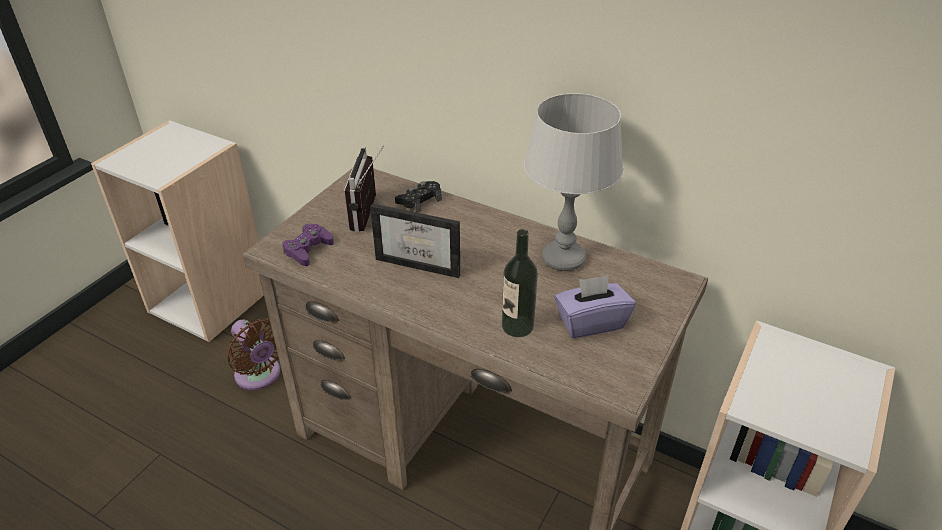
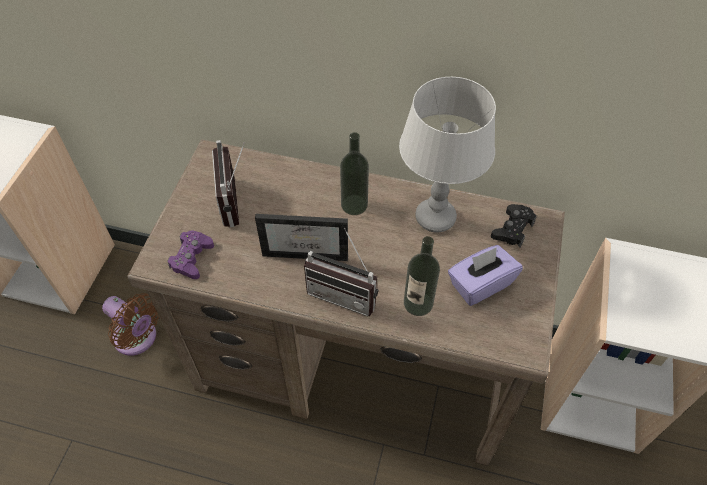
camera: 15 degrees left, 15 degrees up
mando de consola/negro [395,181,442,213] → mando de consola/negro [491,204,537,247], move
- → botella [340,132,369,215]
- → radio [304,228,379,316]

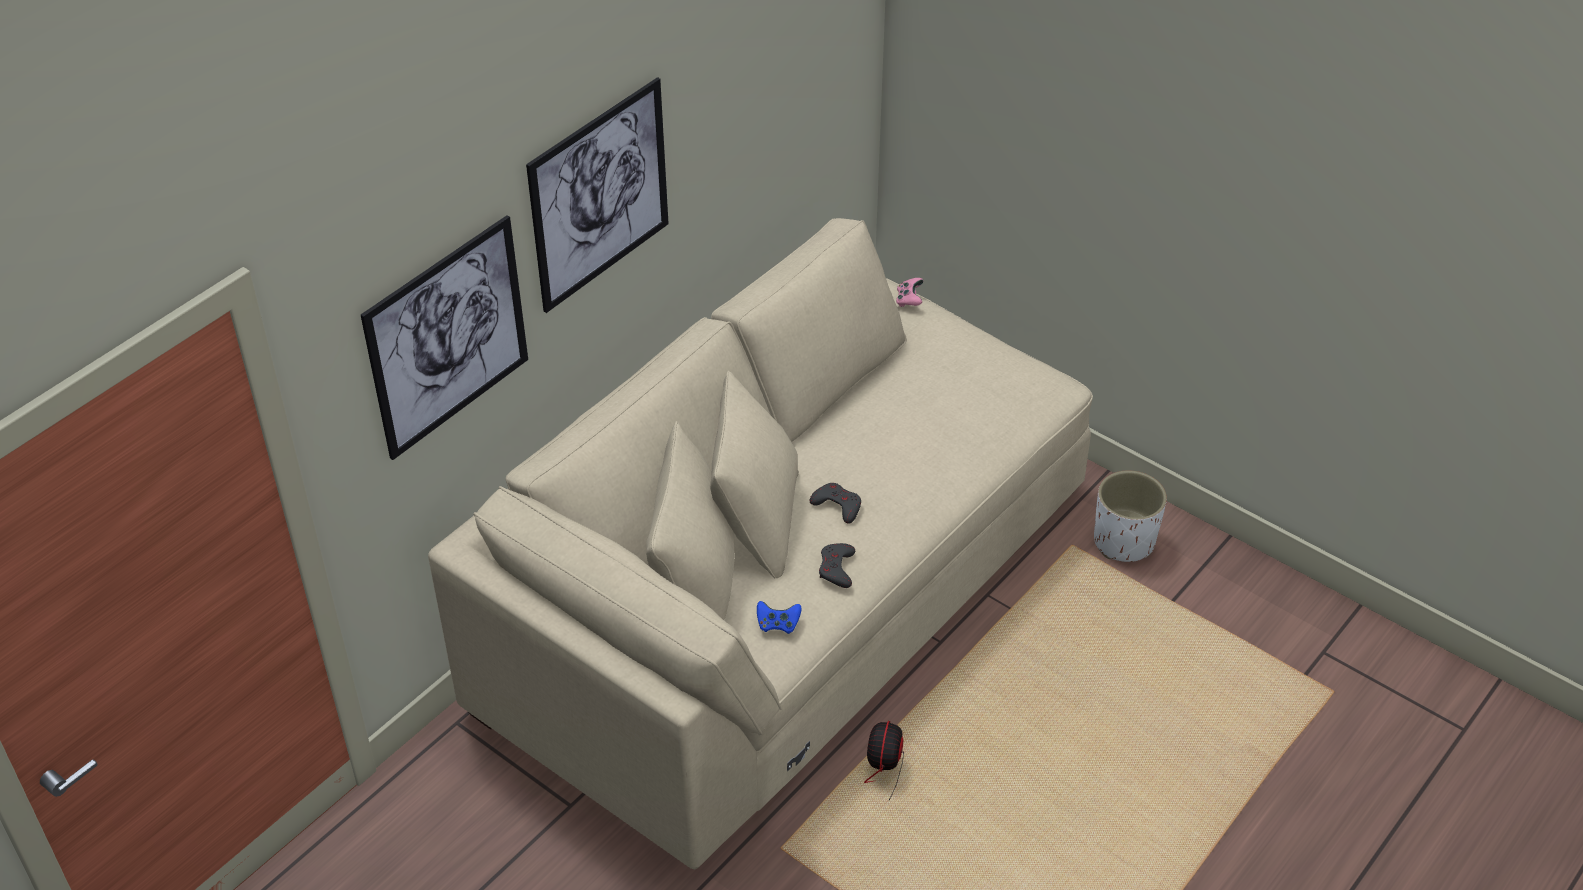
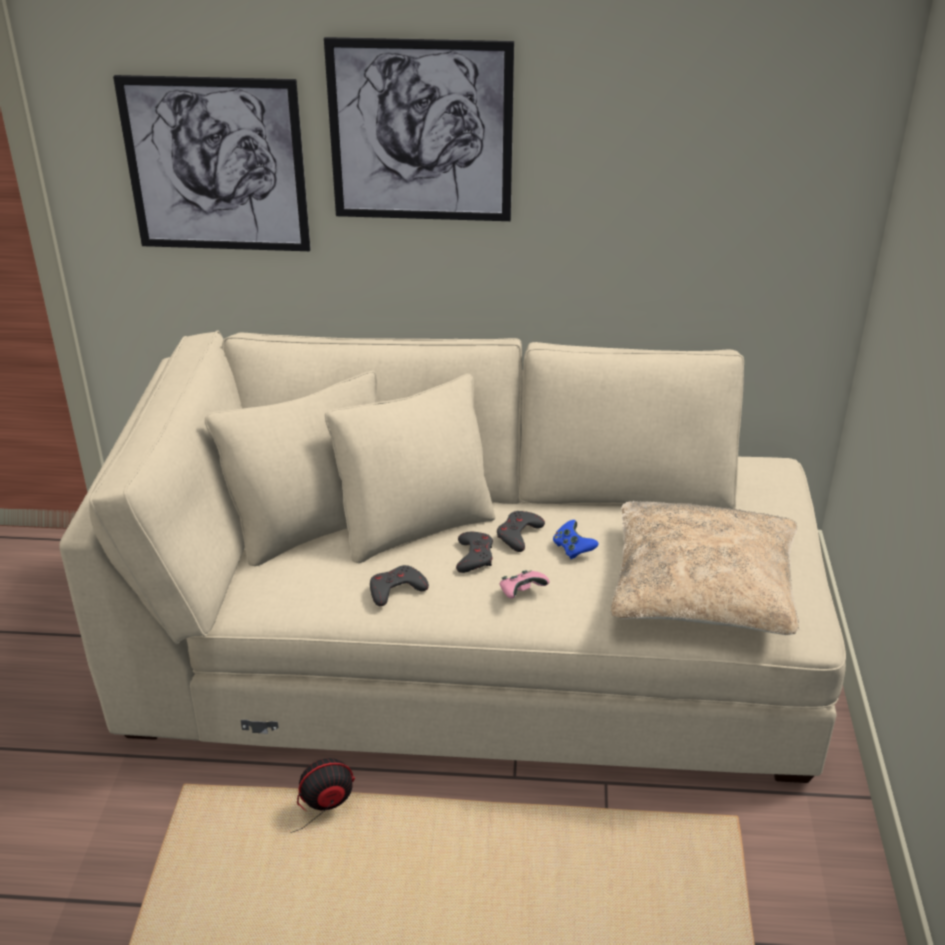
camera: 55 degrees right, 10 degrees down
mando de consola/rosa [896,278,924,307] → mando de consola/rosa [500,570,549,599], move
maceta/blanco [1094,470,1167,562] → -
mando de consola/azul [757,601,801,634] → mando de consola/azul [553,520,599,560], move
- → cojín/beis [611,501,799,636]
- → mando de consola/gris [497,511,545,552]

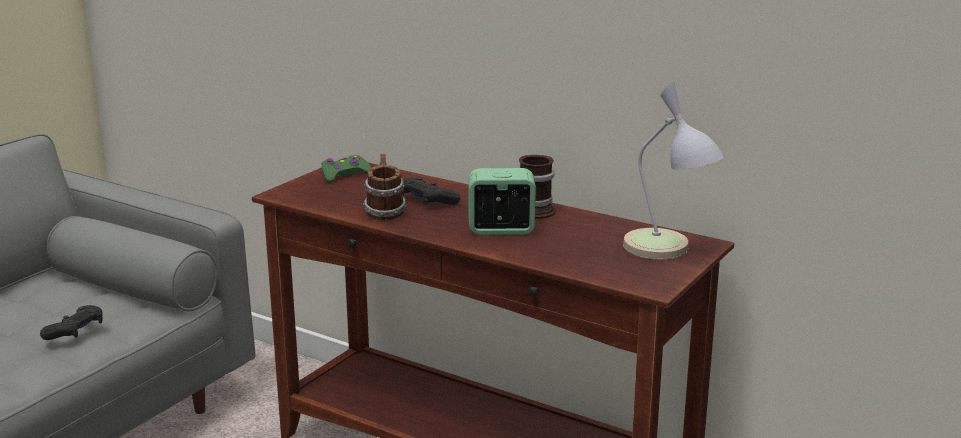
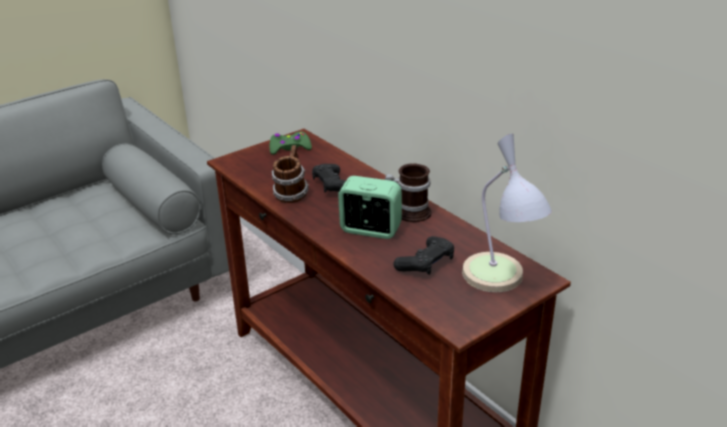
camera: 20 degrees right, 10 degrees up
mando de consola/negro [40,305,103,340] → mando de consola/negro [394,236,454,275], move

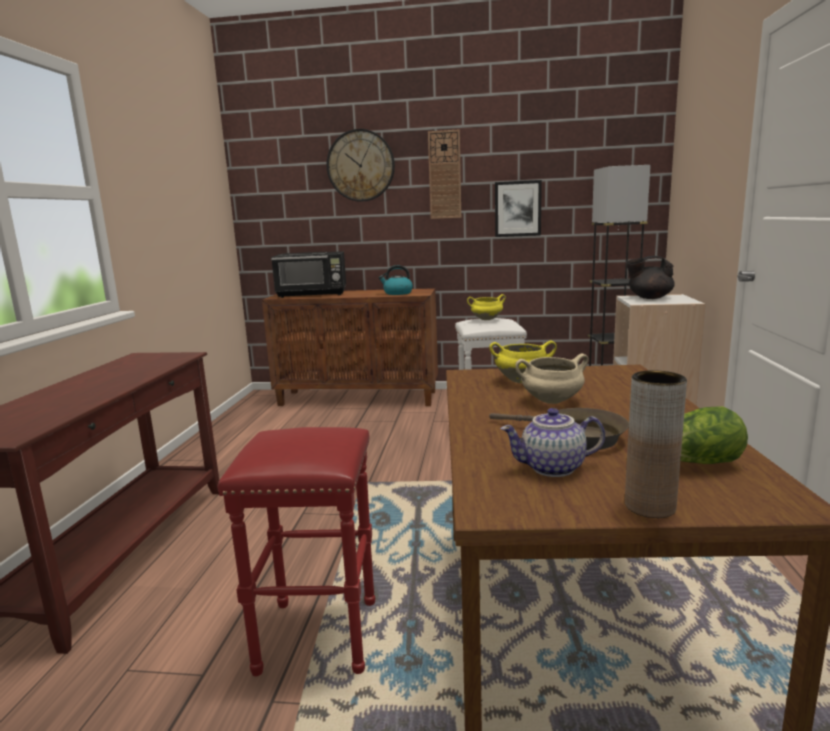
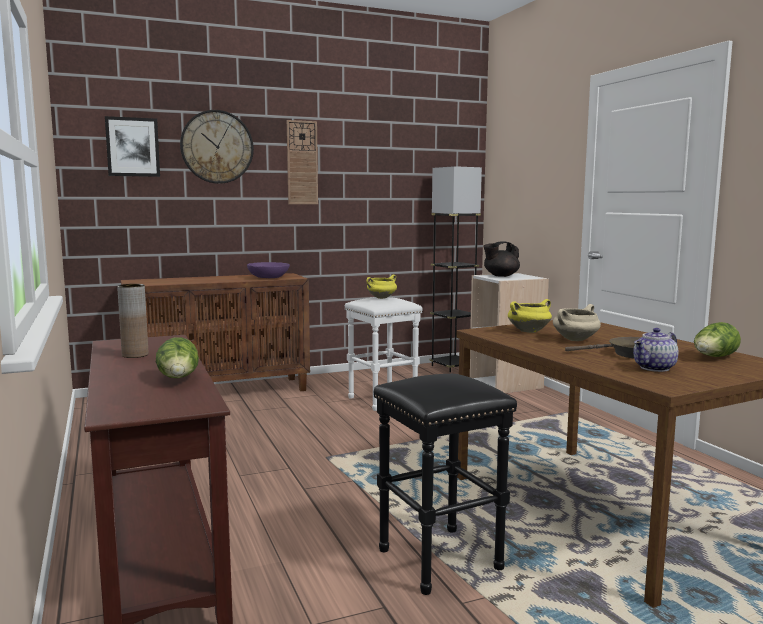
camera: 30 degrees left, 5 degrees down
cuadro [495,180,542,237] → cuadro [105,116,160,177], move
microondas/negro [271,251,346,298] → -
hervidor [379,265,413,295] → cuenco/morado [247,262,290,278]
florero/marrón [625,370,687,518] → florero/marrón [117,284,148,358], move
taburete/rojo [218,427,375,676] → taburete/negro [374,374,517,595]
- → lechuga [156,337,199,378]

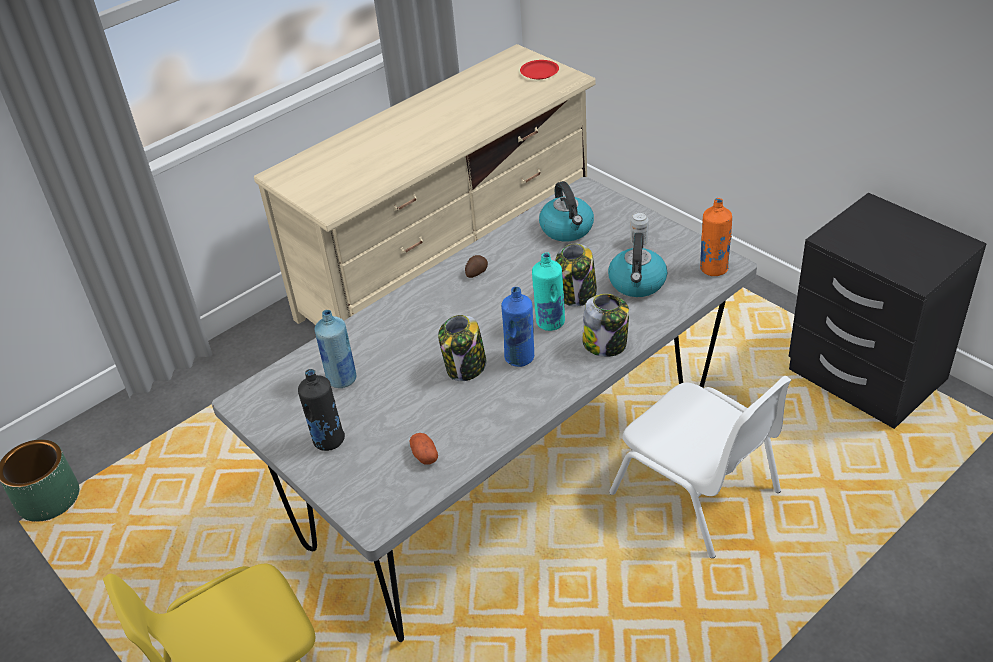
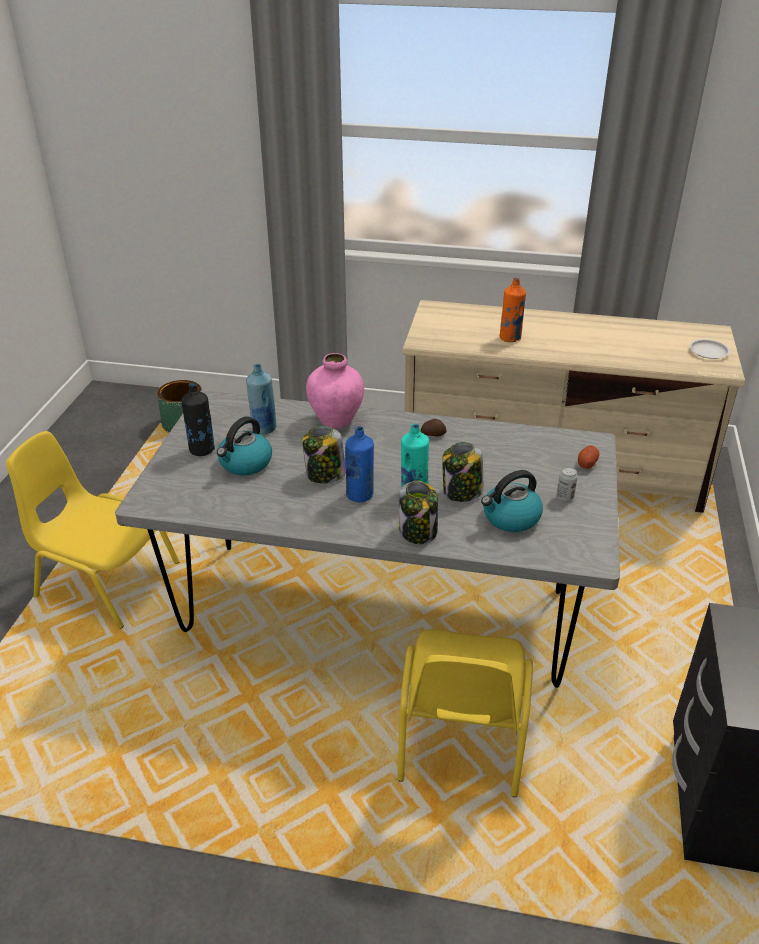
camera: 50 degrees right, 5 degrees down
plato/rojo [520,60,559,79] → plato/blanco [689,339,730,359]
hervidor [539,181,594,242] → hervidor [217,416,272,475], move
botella/naranja [700,198,732,276] → botella/naranja [500,278,526,342], move
silla/blanco [609,376,791,558] → silla/amarillo [397,629,533,797]
patata [410,433,438,465] → patata [578,446,600,469], move
- → florero/rosa [306,353,364,429]

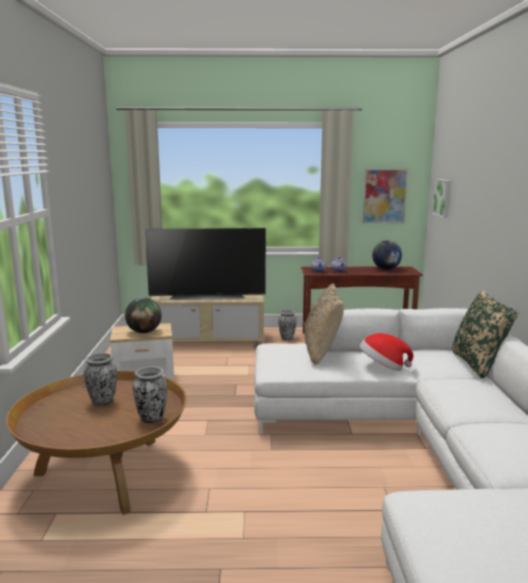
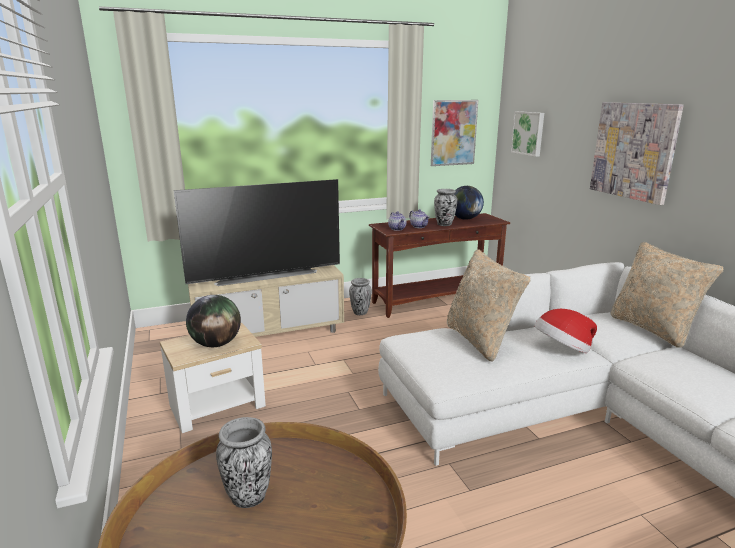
camera: 20 degrees left, 5 degrees up
cojín/verde [452,291,519,378] → cojín/beis [611,242,723,348]
florero [133,366,167,424] → florero [434,189,457,226], move
- → cuadro [590,102,684,205]

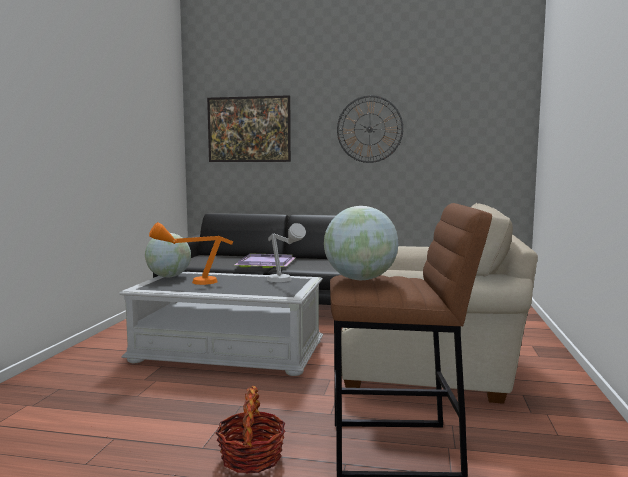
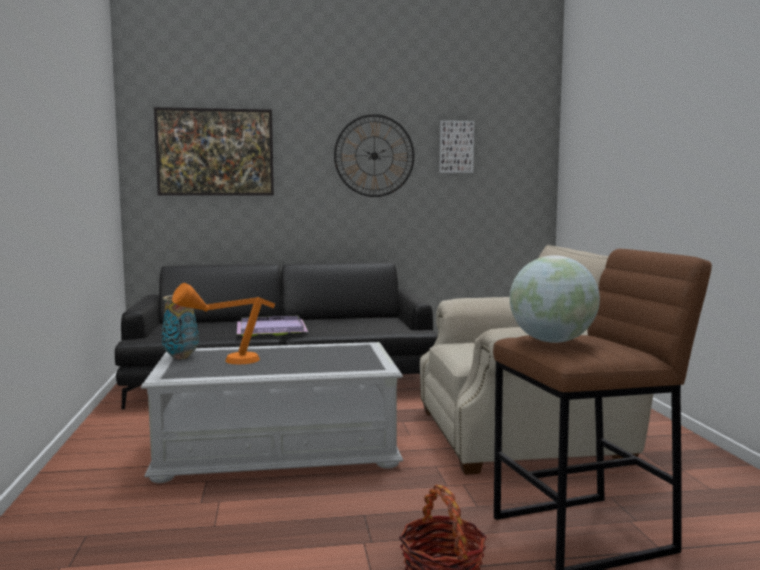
camera: 20 degrees left, 0 degrees up
lámpara de mesa/gris [267,223,306,282] → -
globo terráqueo [145,233,191,277] → florero [162,295,199,359]
- → cuadro [439,120,474,173]

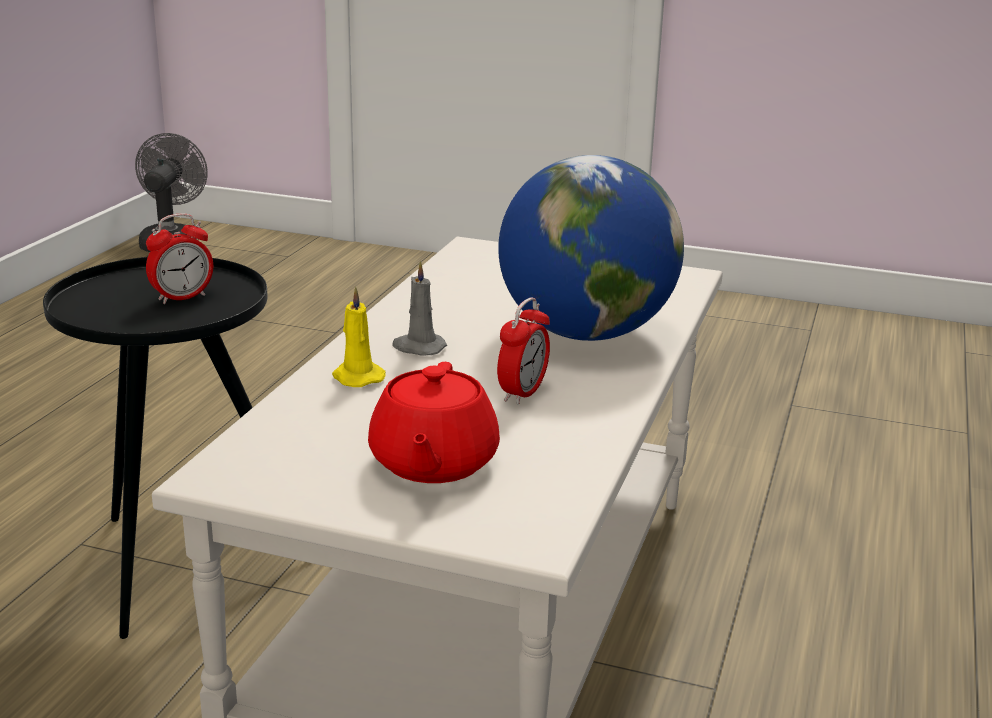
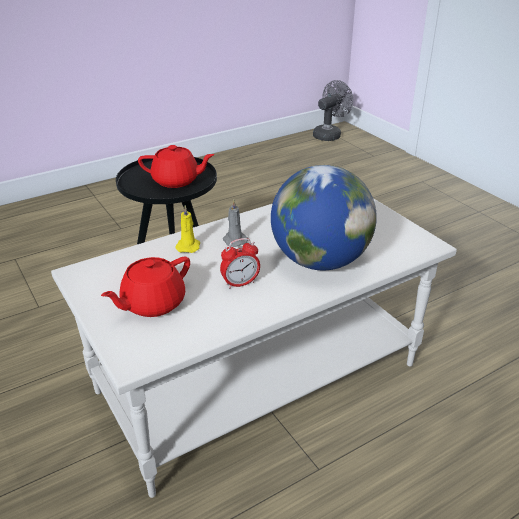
camera: 40 degrees right, 10 degrees up
despertador [146,213,213,304] → tetera/rojo [138,145,214,188]

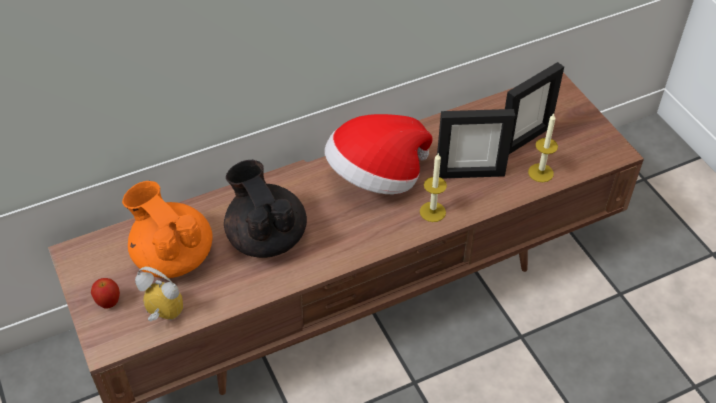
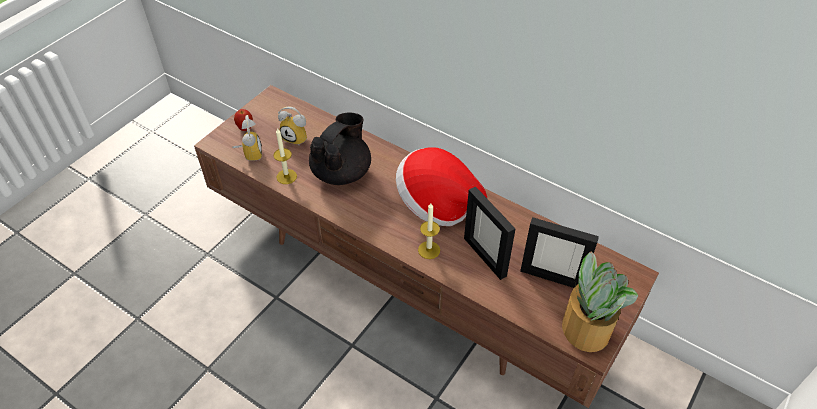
camera: 60 degrees right, 0 degrees up
vela [528,114,558,182] → vela [273,128,297,184], move
tetera/naranja [122,181,213,278] → despertador [278,106,307,145]
- → planta en maceta [562,251,638,352]

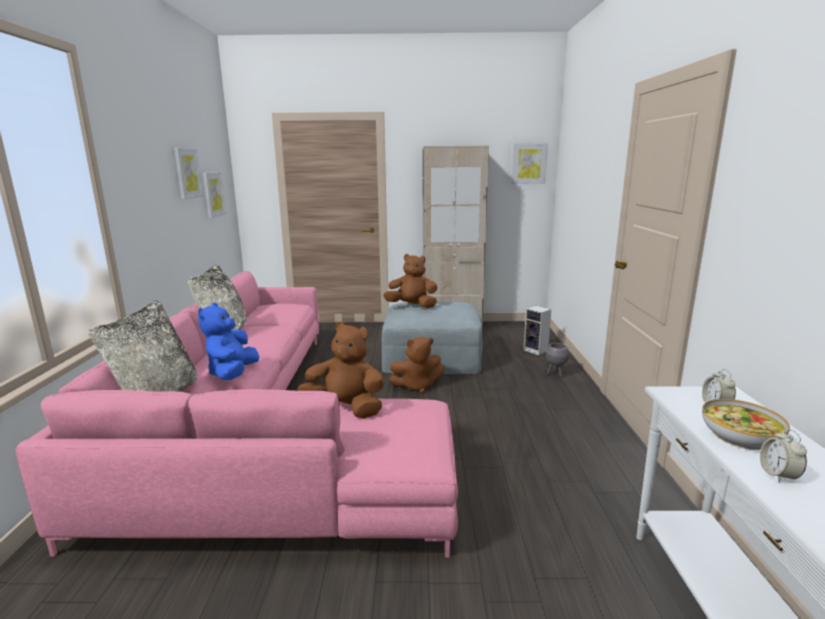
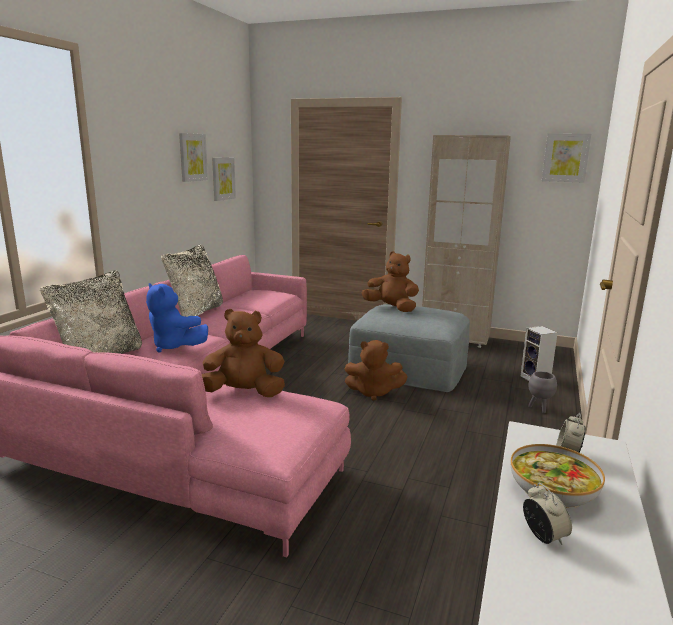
camera: 20 degrees right, 0 degrees up
peluche/azul [198,303,259,380] → peluche/azul [146,283,208,353], 75 degrees counterclockwise
peluche/marrón [297,322,384,418] → peluche/marrón [202,309,285,397], 45 degrees counterclockwise
despertador [760,429,807,483] → despertador [523,483,572,545], 135 degrees clockwise

